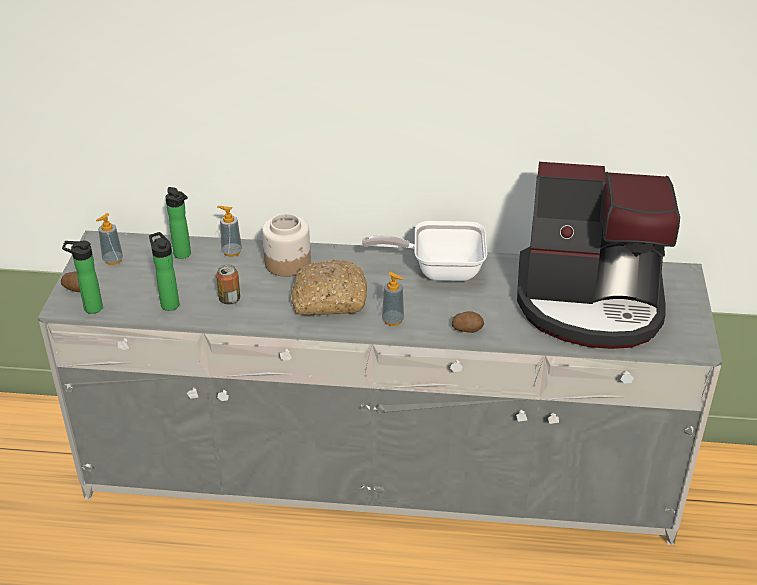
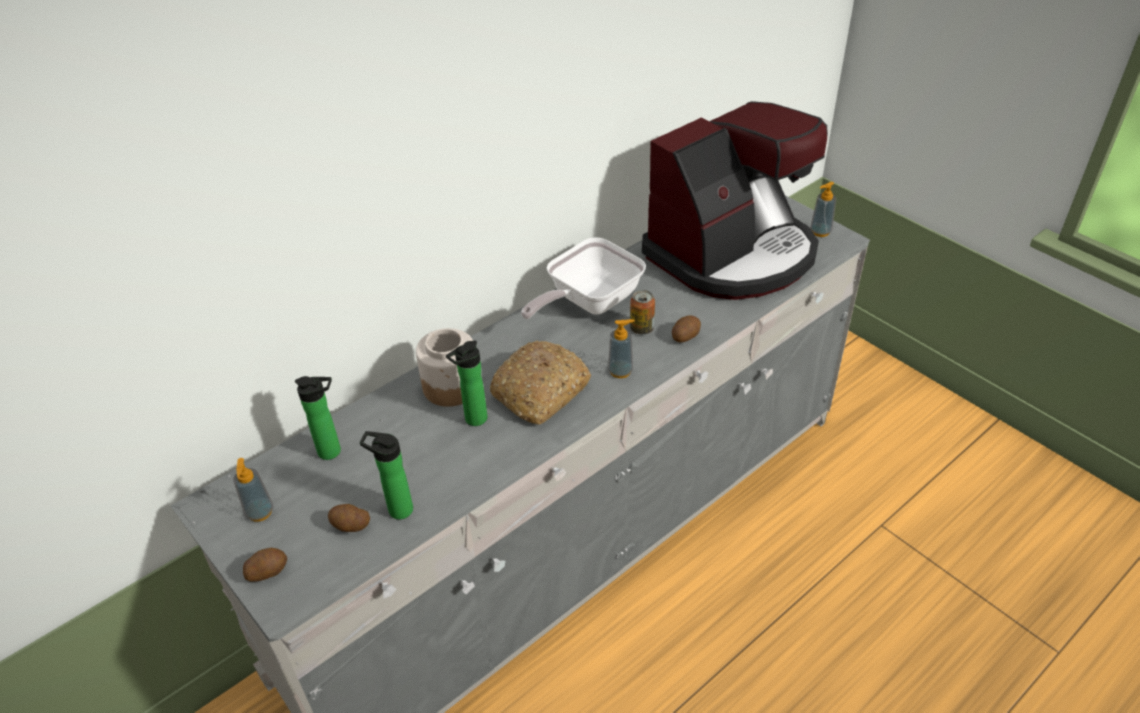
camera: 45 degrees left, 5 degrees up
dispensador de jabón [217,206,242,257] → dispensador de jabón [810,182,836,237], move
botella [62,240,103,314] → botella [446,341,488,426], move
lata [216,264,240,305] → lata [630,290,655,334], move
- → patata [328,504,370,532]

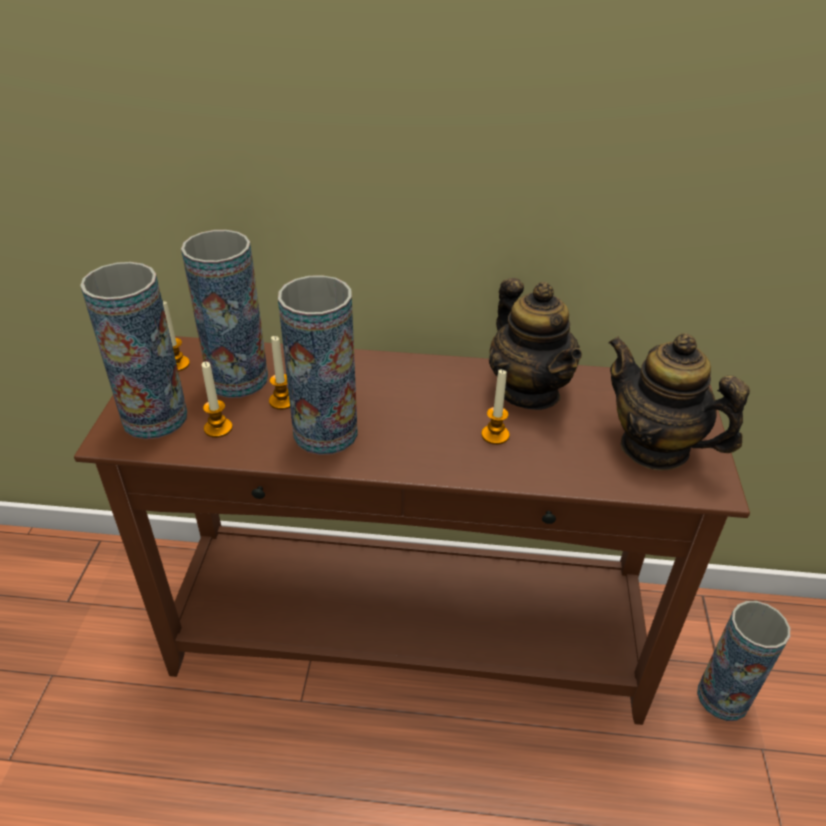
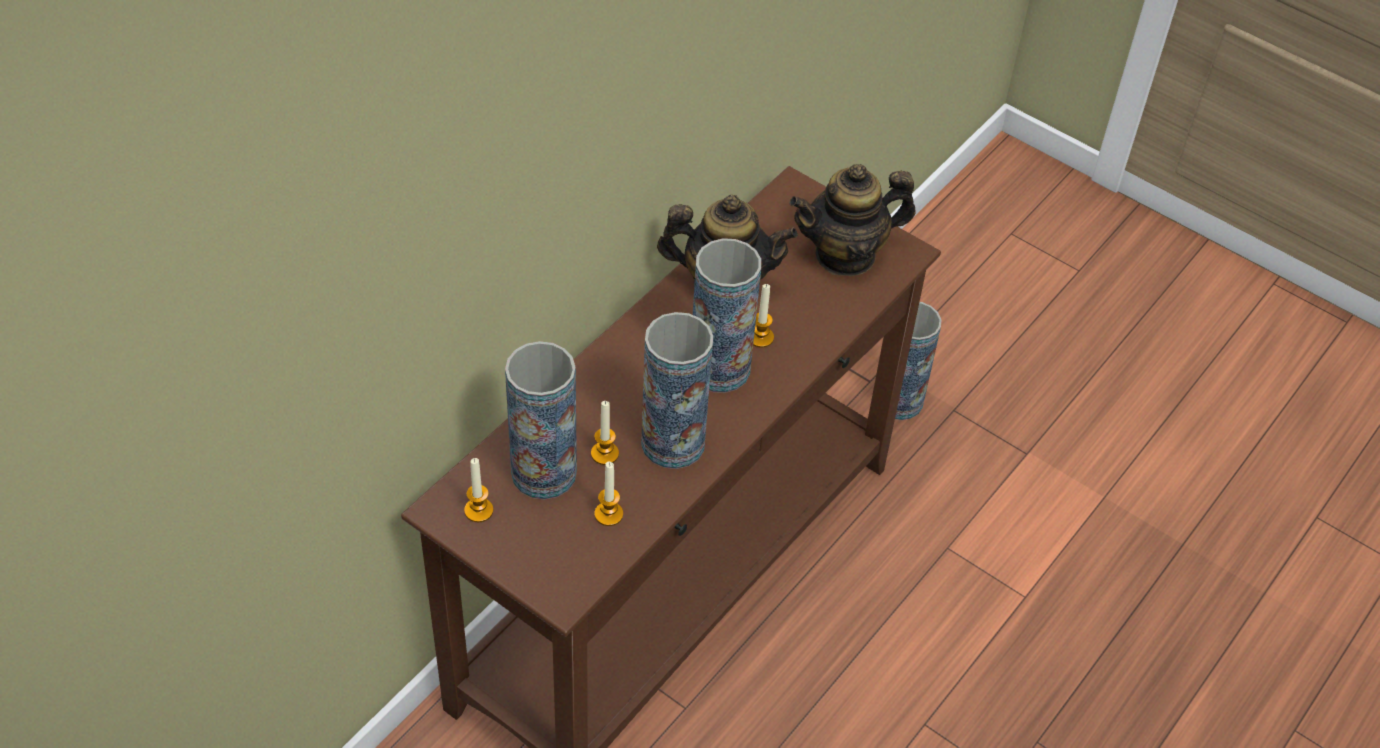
camera: 60 degrees left, 10 degrees up
florero [80,262,187,439] → florero [693,238,761,393], move

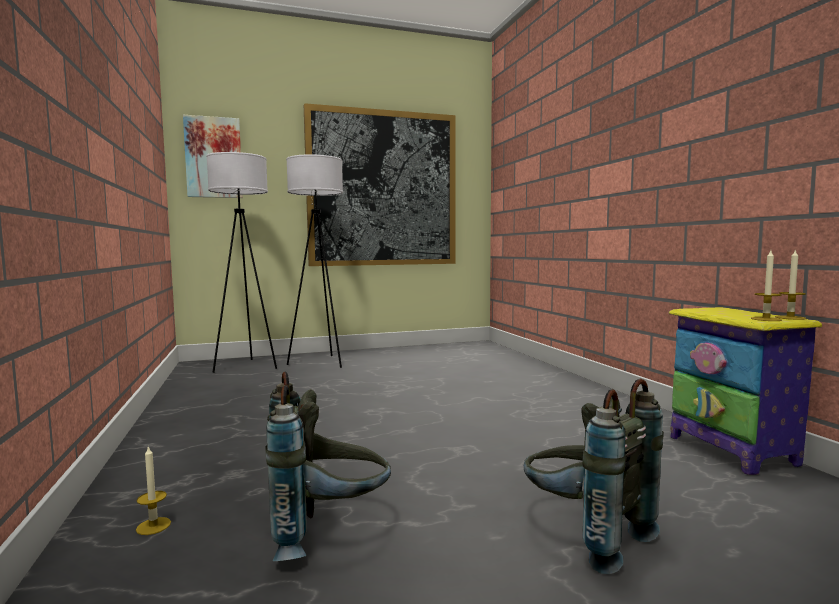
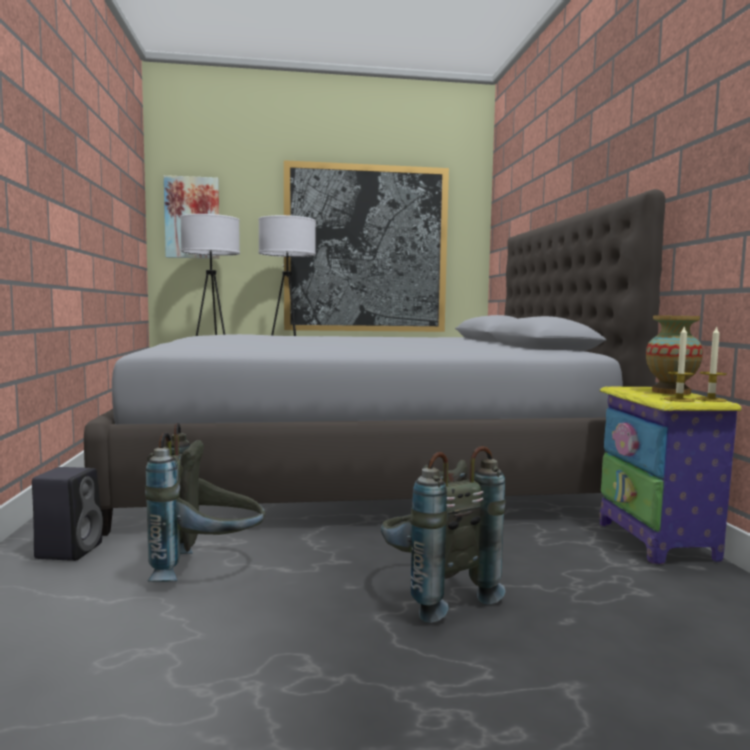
camera: 10 degrees right, 0 degrees up
vela [136,446,171,535] → altavoz/negro [32,467,103,561]
- → cama/gris [84,189,666,536]
- → florero [646,315,703,395]

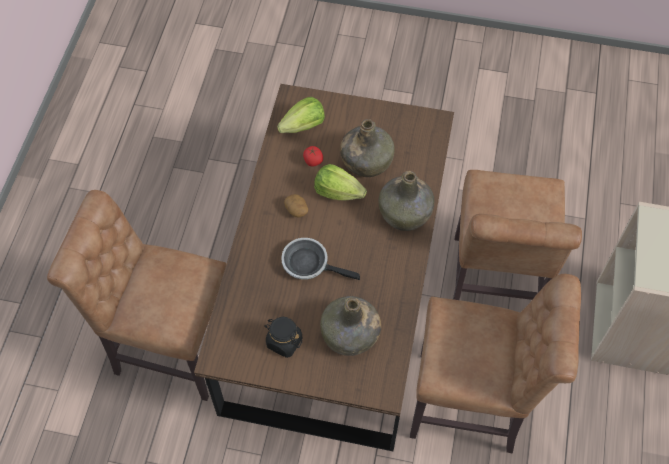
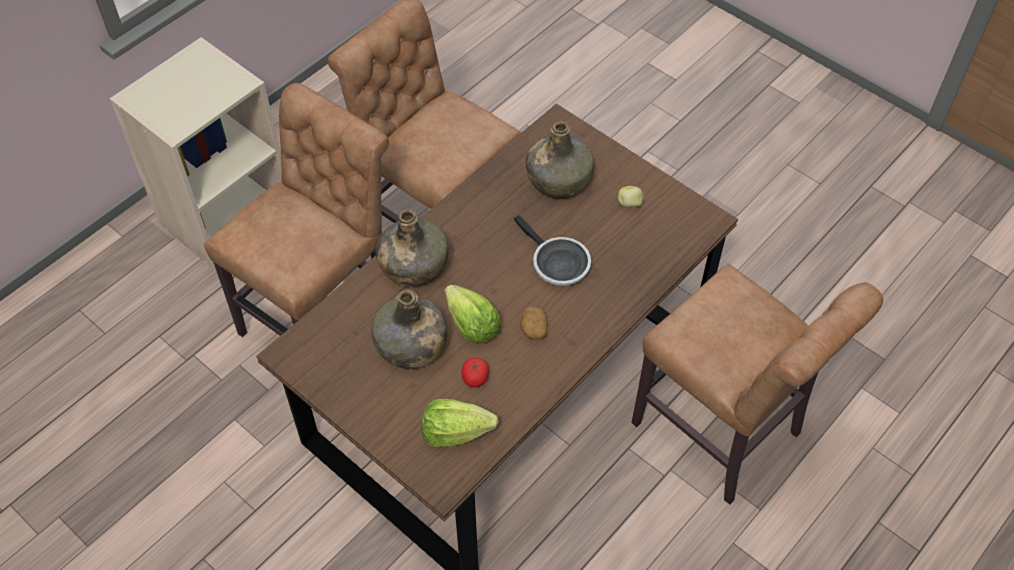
camera: 150 degrees left, 5 degrees down
tarro/negro [264,317,302,358] → patata [618,186,644,208]

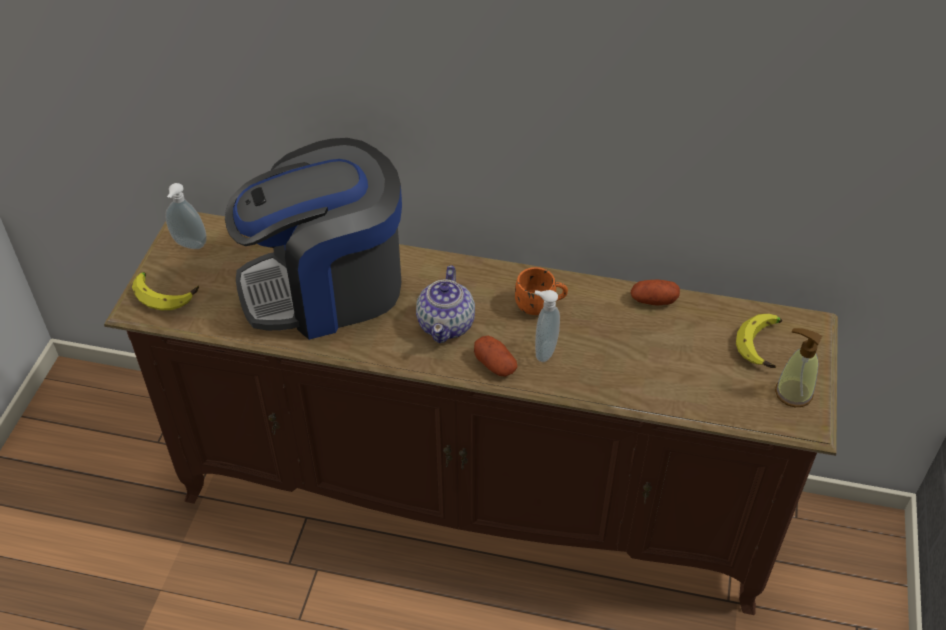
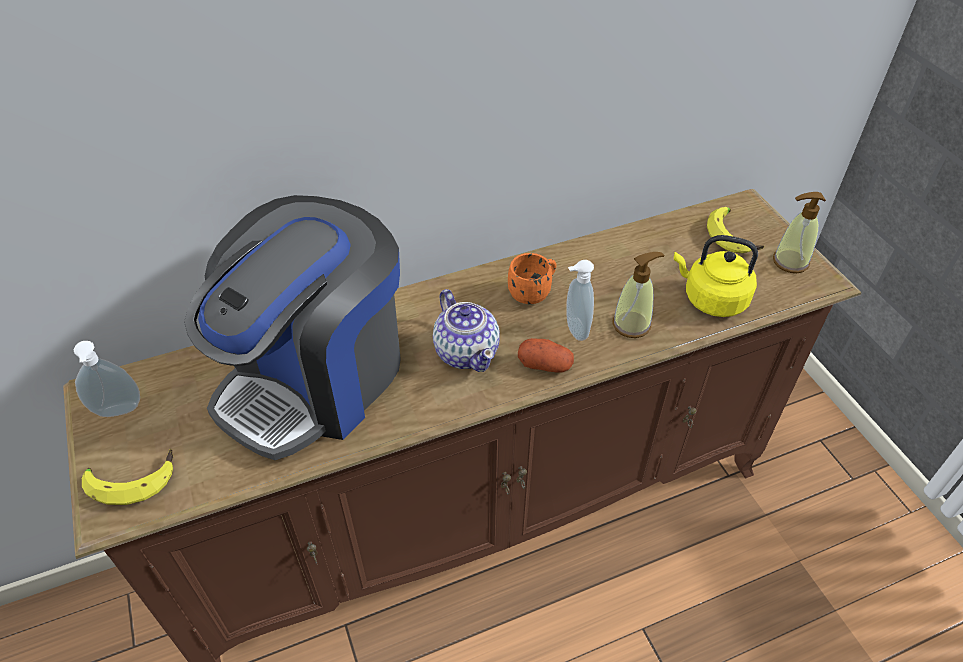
camera: 35 degrees left, 0 degrees up
patata [631,280,680,305] → -
- → hervidor/amarillo [674,235,758,317]
- → dispensador de jabón [612,252,665,338]

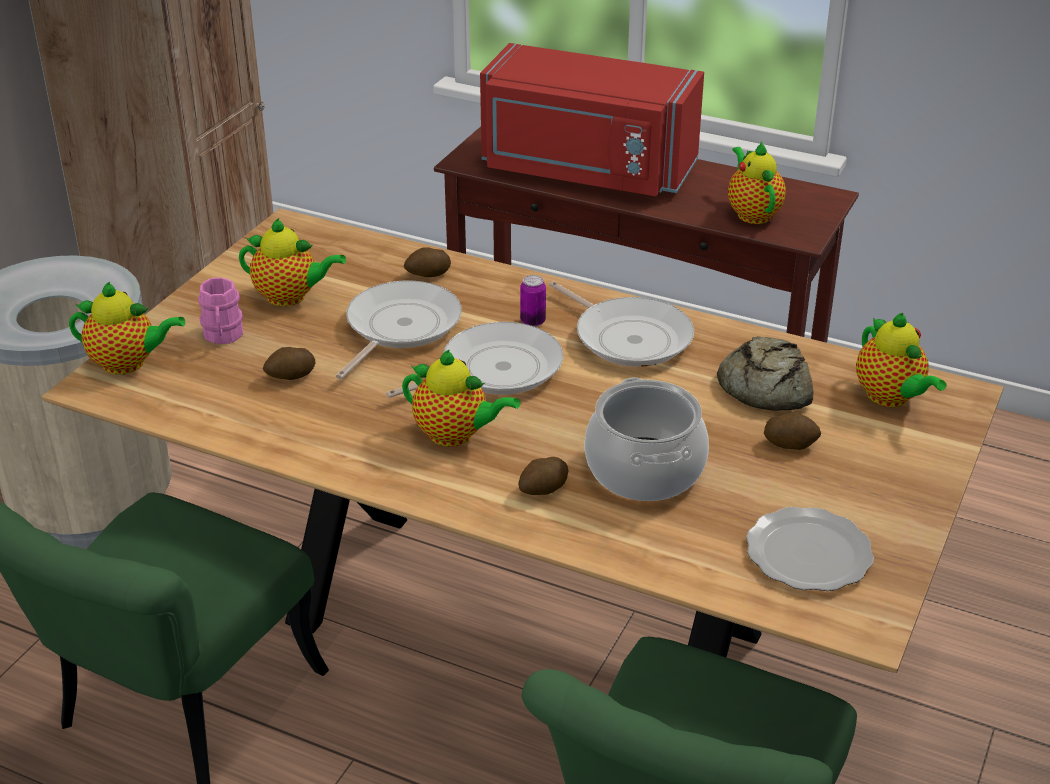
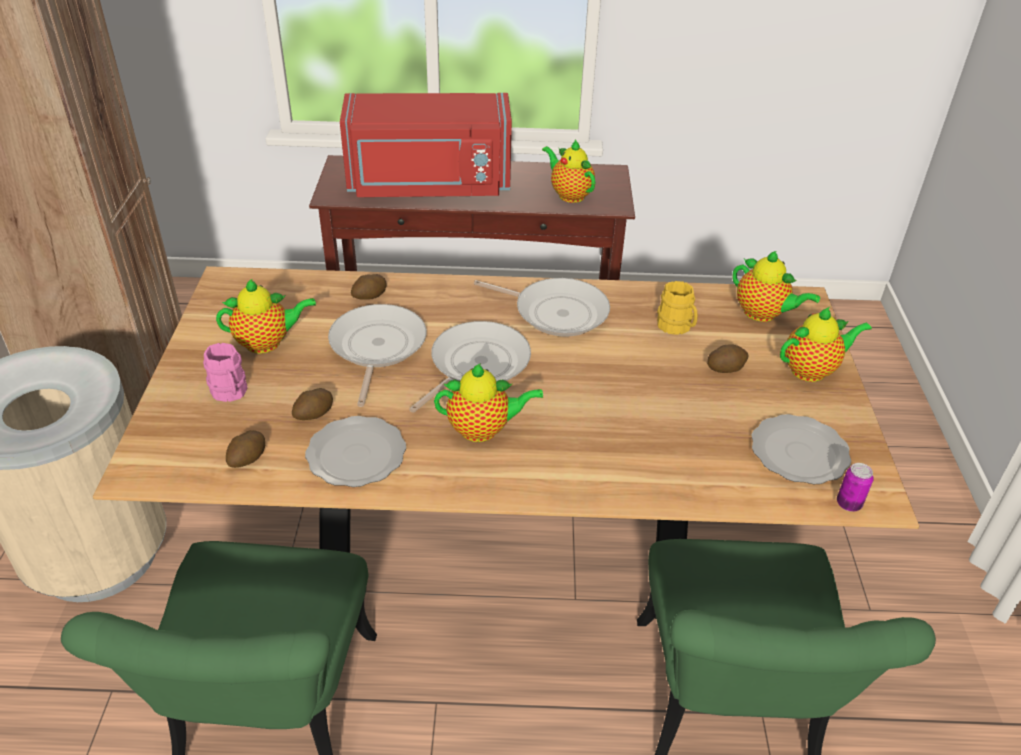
camera: 25 degrees left, 5 degrees up
lata [520,275,546,327] → lata [837,463,874,512], move
tetera [69,282,185,375] → tetera [780,307,872,382], move
pan [717,336,814,411] → taza grande/amarillo [657,281,698,335]
olla [585,378,709,501] → -
patata [518,457,569,495] → patata [226,430,265,468], move
- → plato [305,416,406,487]

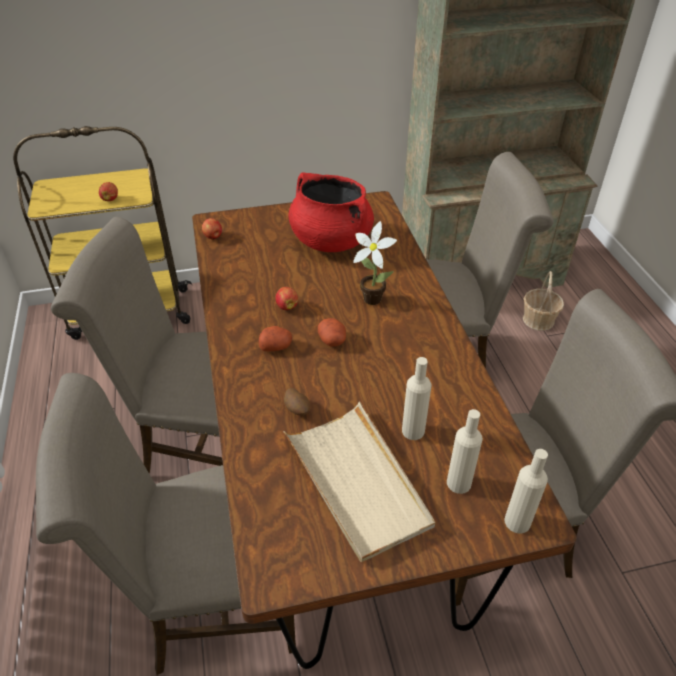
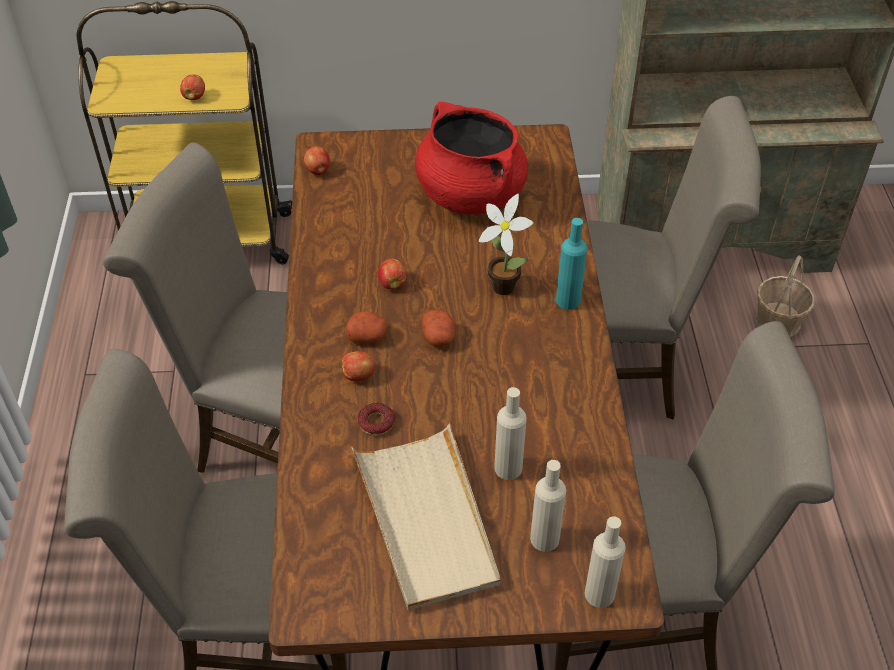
camera: 10 degrees right, 5 degrees up
patata [284,388,310,416] → rosquilla [358,403,395,435]
- → botella/turquesa [556,218,587,310]
- → manzana [342,351,375,382]

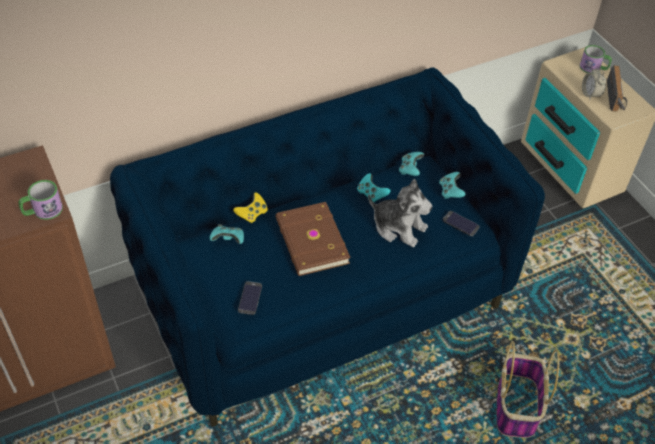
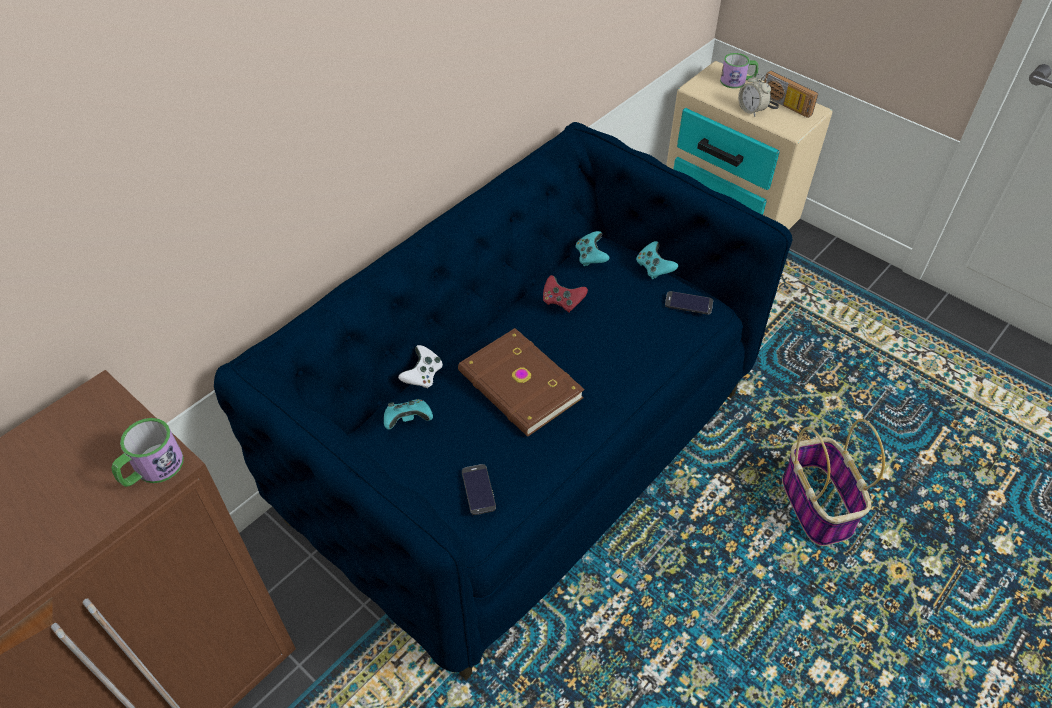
camera: 20 degrees left, 0 degrees up
radio [607,65,627,112] → radio [761,71,818,118], 150 degrees clockwise
mando de consola/turquesa [357,173,391,202] → mando de consola/rojo [543,275,588,313]
peluche [368,179,432,247] → -
mando de consola/amarillo [233,193,268,223] → mando de consola/blanco [398,345,443,389]

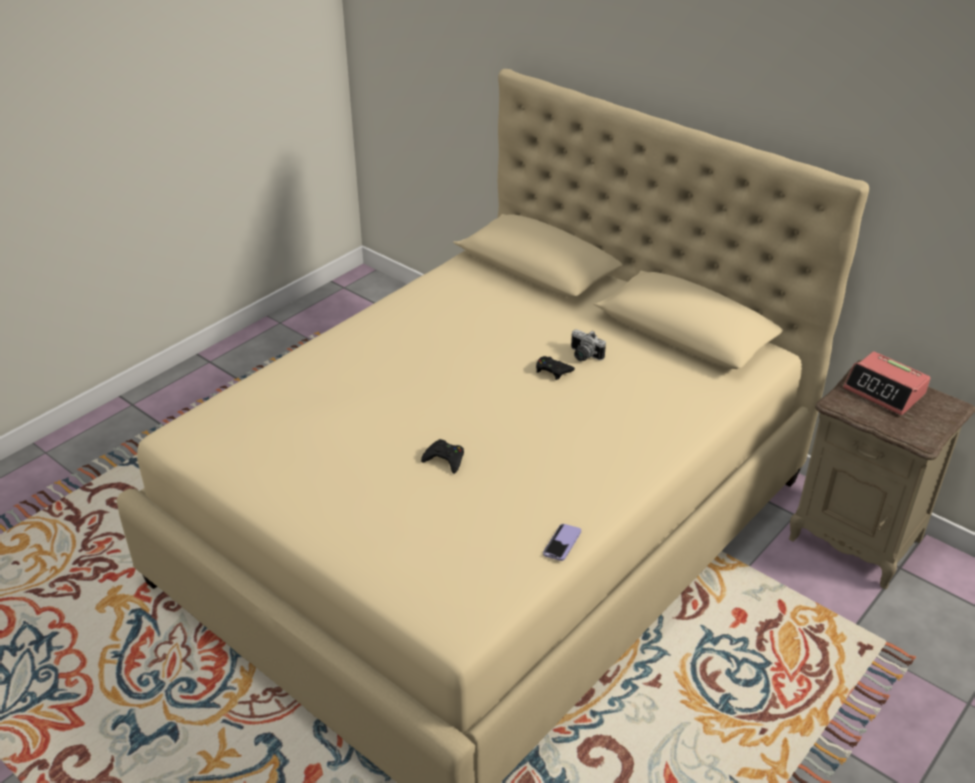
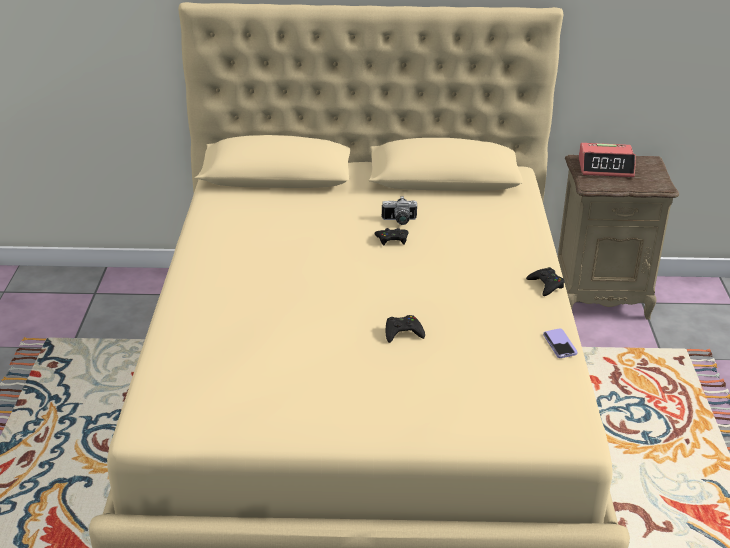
camera: 40 degrees left, 5 degrees down
- → mando de consola/negro [526,267,564,296]

